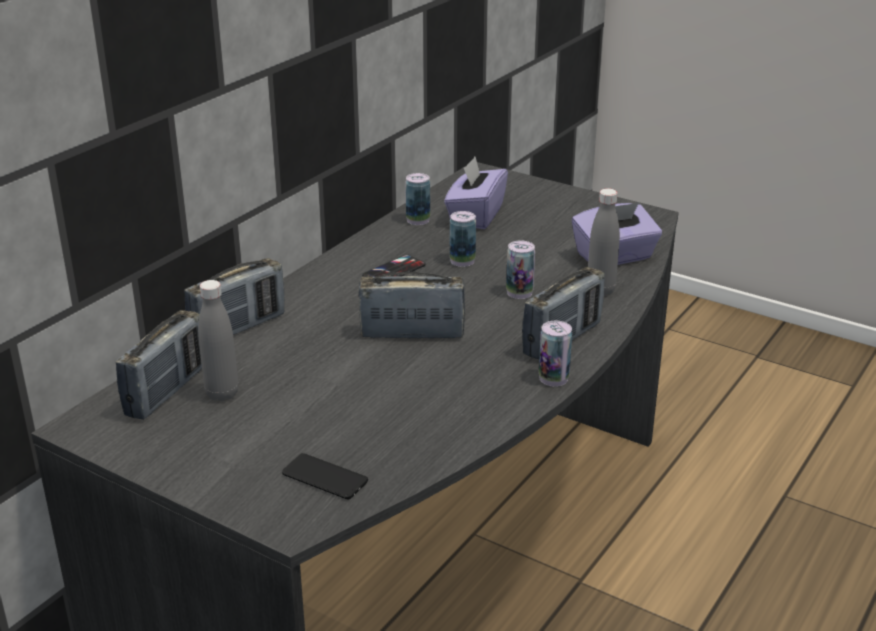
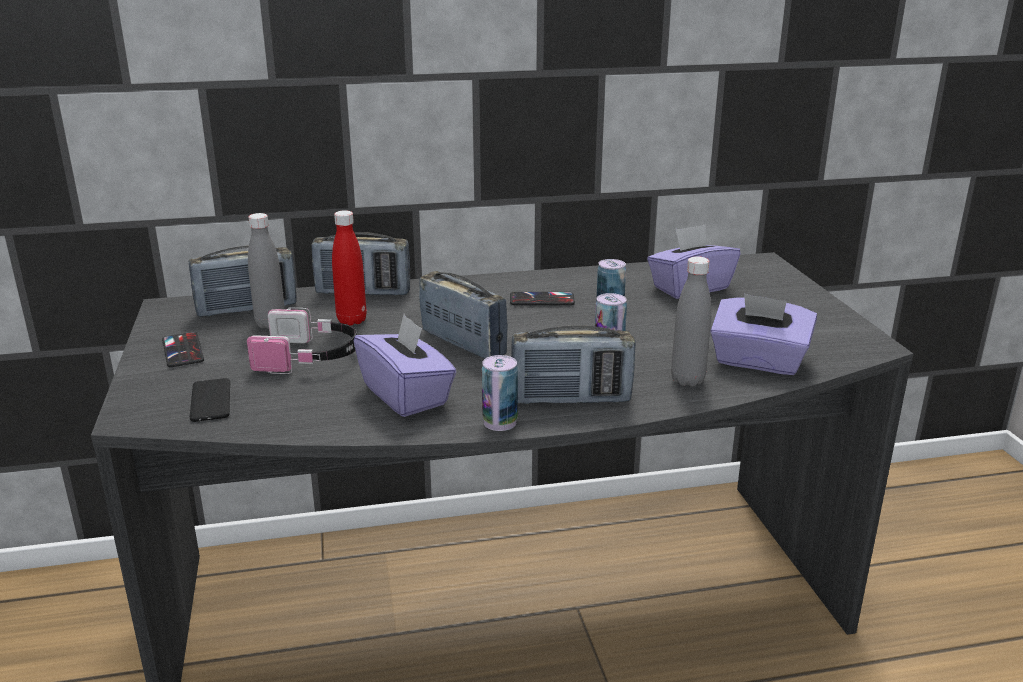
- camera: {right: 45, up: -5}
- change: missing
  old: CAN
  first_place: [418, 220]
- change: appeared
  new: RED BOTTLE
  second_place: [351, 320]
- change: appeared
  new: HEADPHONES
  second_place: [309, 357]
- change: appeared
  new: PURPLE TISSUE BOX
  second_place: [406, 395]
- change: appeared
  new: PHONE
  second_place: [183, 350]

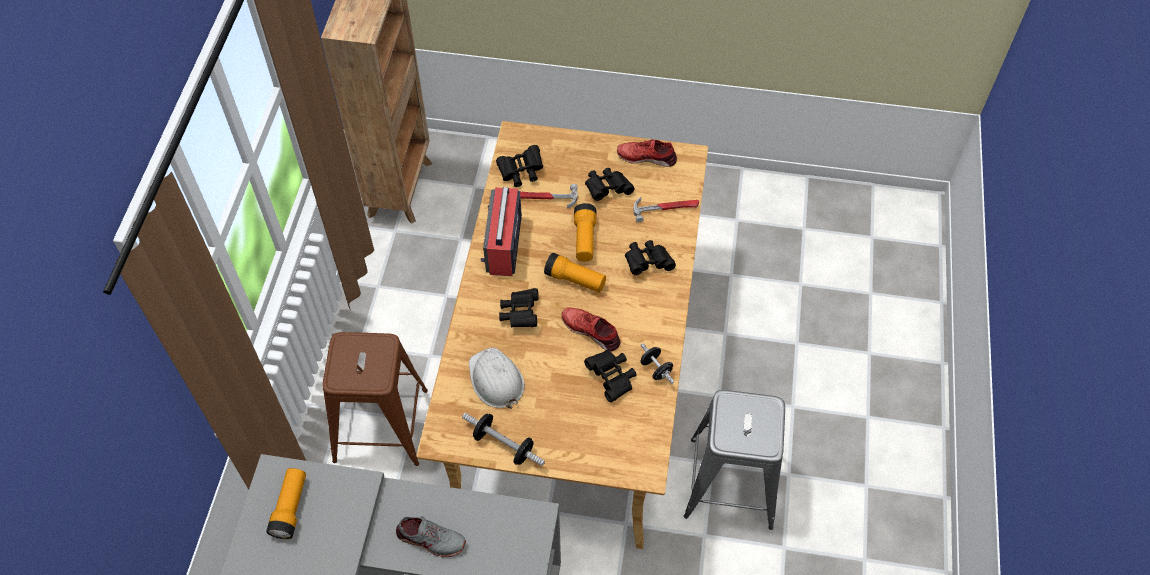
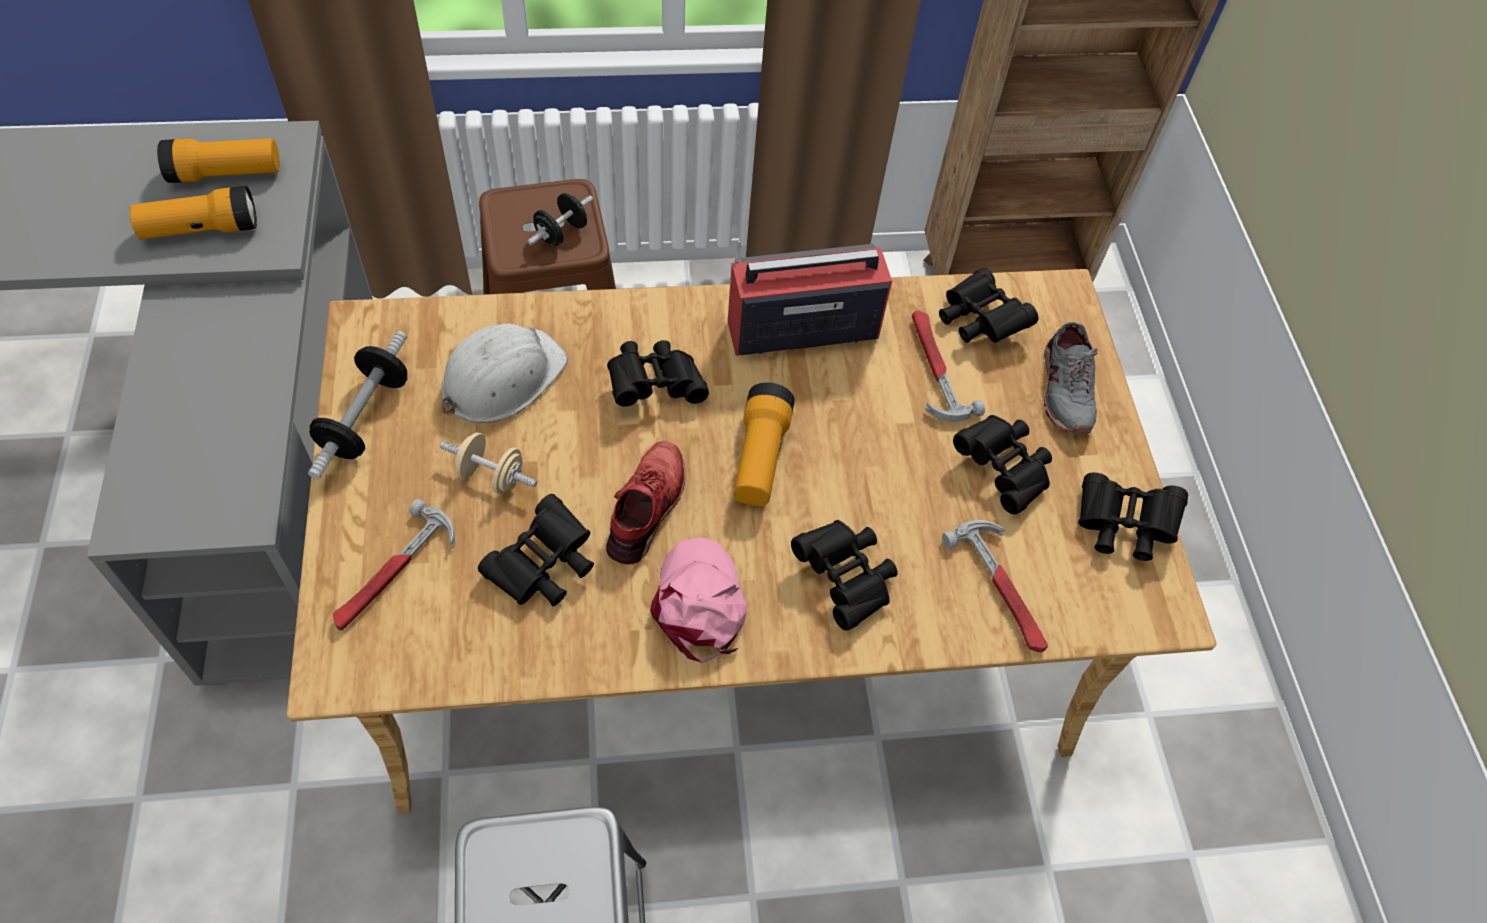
- camera: {right: 70, up: 0}
- change: exchanged
  old: RED SHOE
  new: BLACK BINOCULARS
  first_place: [646, 157]
  second_place: [1122, 526]
- change: relocated
  old: FLASHLIGHT
  first_place: [584, 239]
  second_place: [201, 229]
- change: relocated
  old: BLACK DUMBBELL
  first_place: [656, 369]
  second_place: [561, 233]
- change: relocated
  old: GREY SHOE
  first_place: [430, 540]
  second_place: [1065, 389]
- change: appeared
  new: BEIGE DUMBBELL
  second_place: [491, 476]
- change: appeared
  new: HAMMER
  second_place: [394, 573]
- change: appeared
  new: PINK CAP
  second_place: [699, 603]

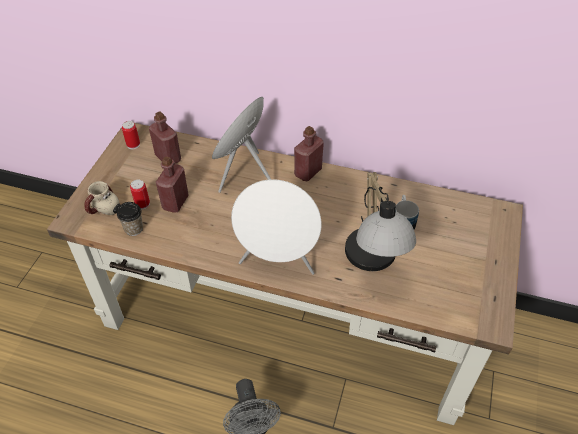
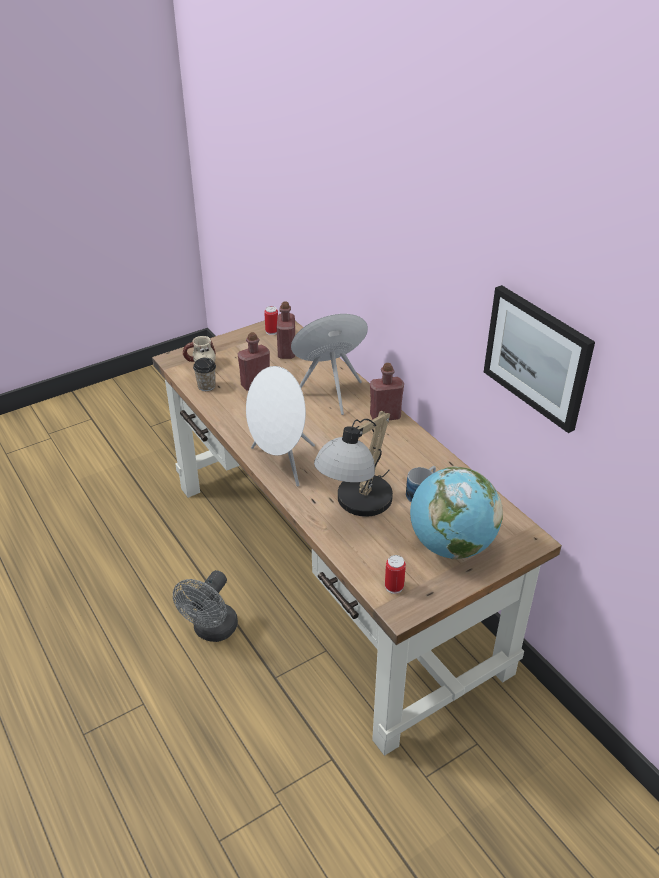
- camera: {right: 40, up: -10}
- change: relocated
  old: CAN
  first_place: [142, 204]
  second_place: [394, 586]
- change: appeared
  new: PICTURE
  second_place: [537, 356]
- change: appeared
  new: GLOBE
  second_place: [451, 545]

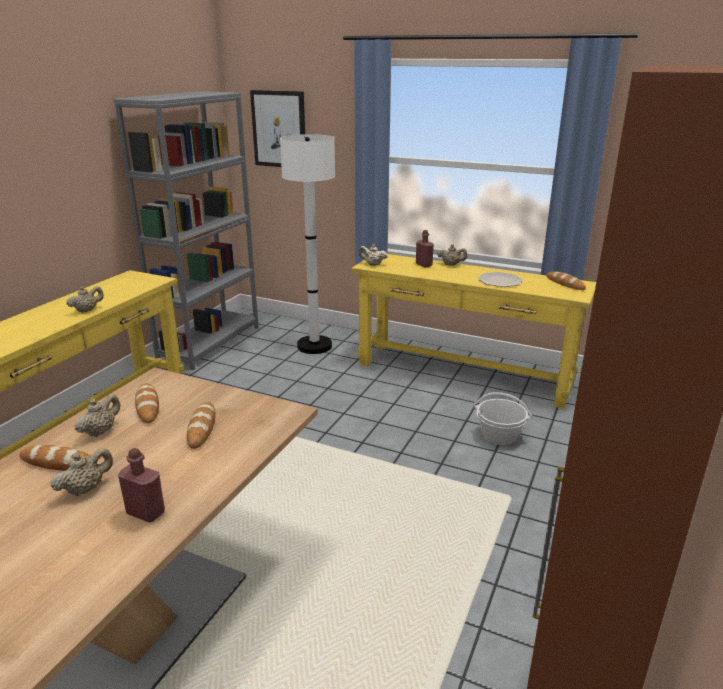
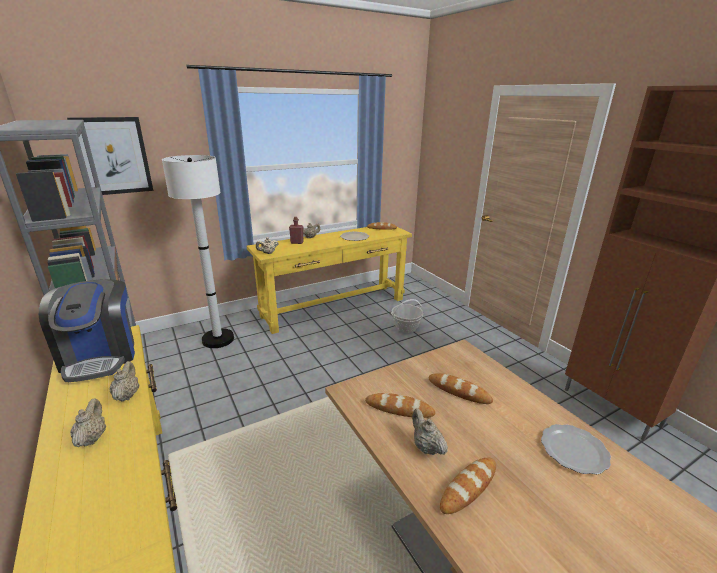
- camera: {right: -55, up: 0}
- change: relocated
  old: BEIGE TEAPOT
  first_place: [86, 489]
  second_place: [92, 438]
- change: exchanged
  old: RED BOTTLE
  new: PLATE
  first_place: [146, 513]
  second_place: [573, 450]
- change: appeared
  new: COFFEE MACHINE
  second_place: [100, 356]

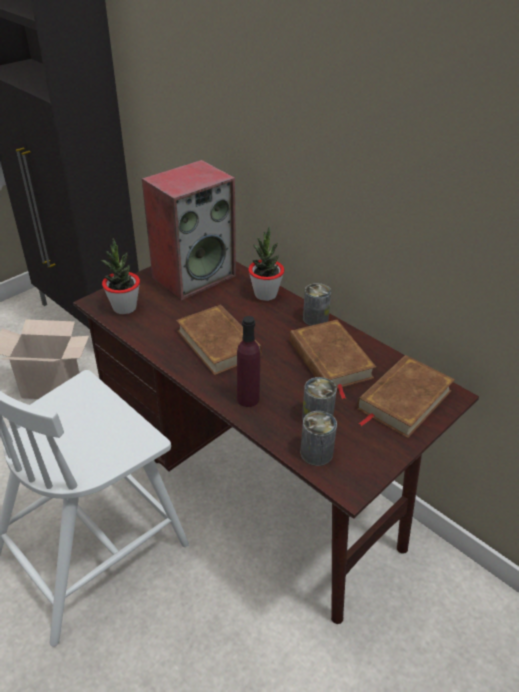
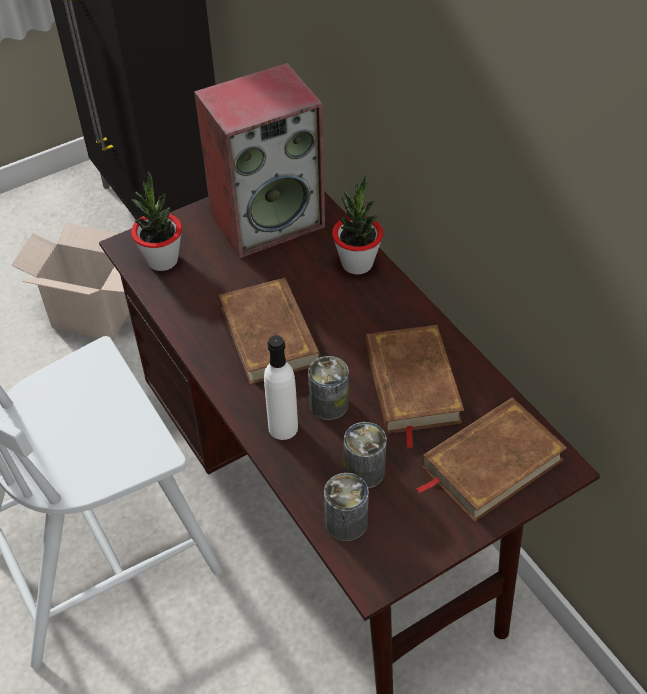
- camera: {right: 15, up: 10}
- change: relocated
  old: CAN
  first_place: [315, 319]
  second_place: [329, 404]
- change: colour
  old: PURPLE BOTTLE
  new: WHITE BOTTLE
  first_place: [248, 399]
  second_place: [283, 427]

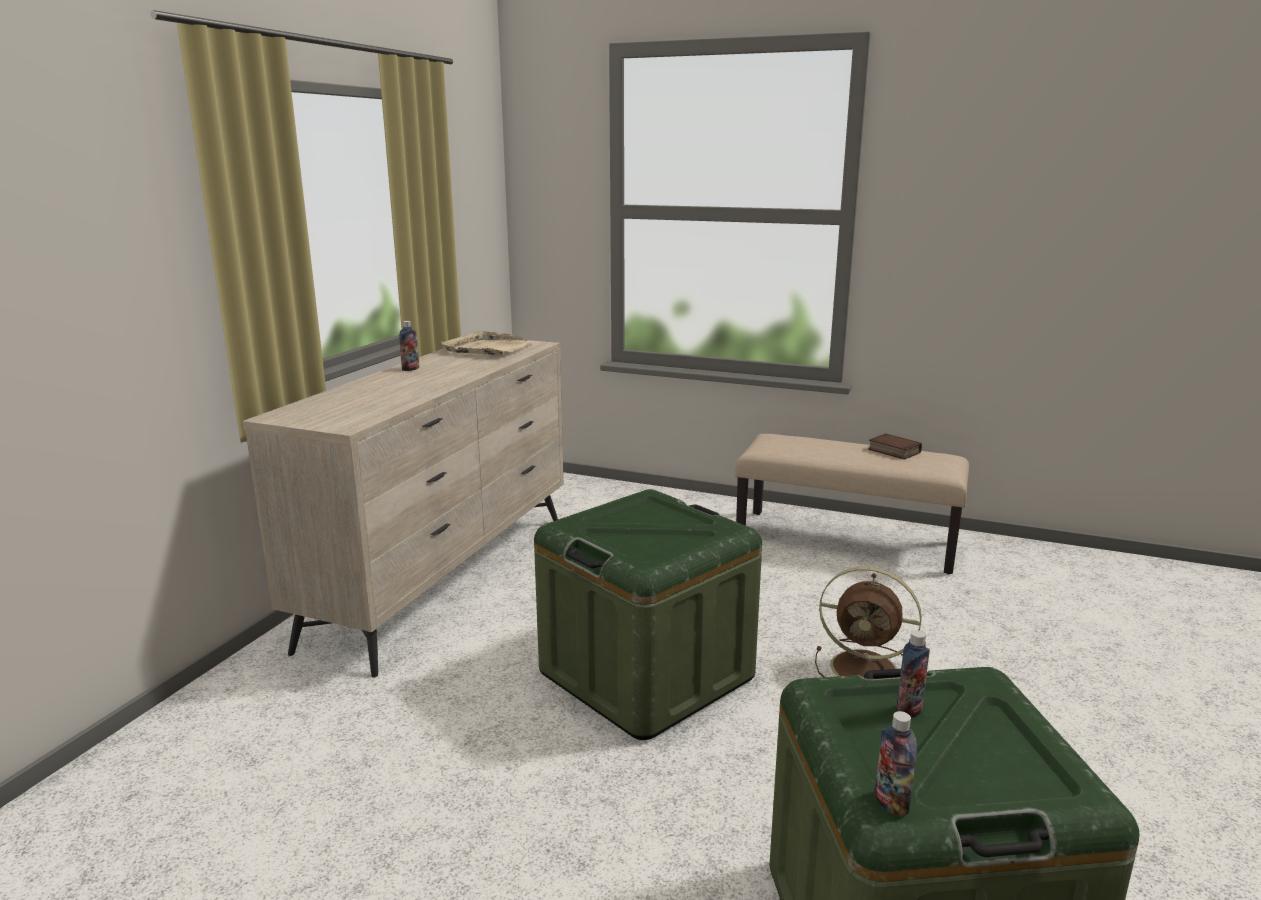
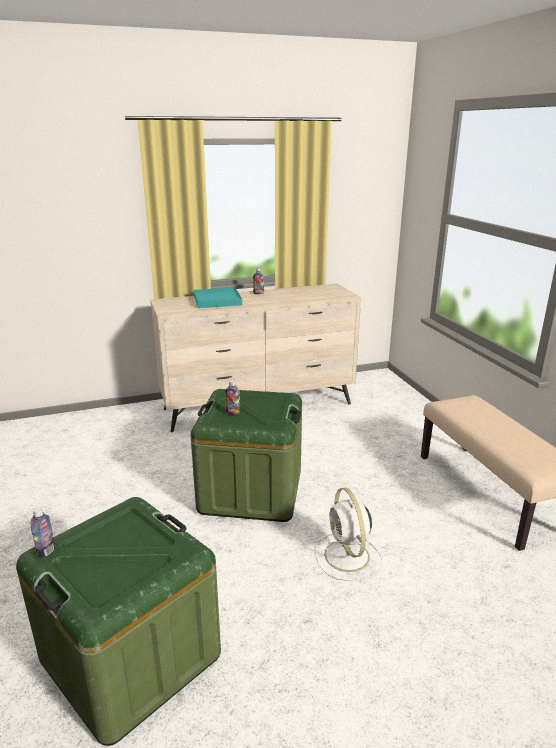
- camera: {right: 50, up: 5}
- change: missing
  old: BEIGE TRAY
  first_place: [489, 348]
- change: missing
  old: BOOK
  first_place: [892, 451]
- change: colour
  old: BROWN FAN
  new: WHITE FAN
  first_place: [867, 669]
  second_place: [347, 557]
- change: relocated
  old: BOTTLE
  first_place: [909, 710]
  second_place: [233, 412]
- change: appeared
  new: TURQUOISE TRAY
  second_place: [217, 300]

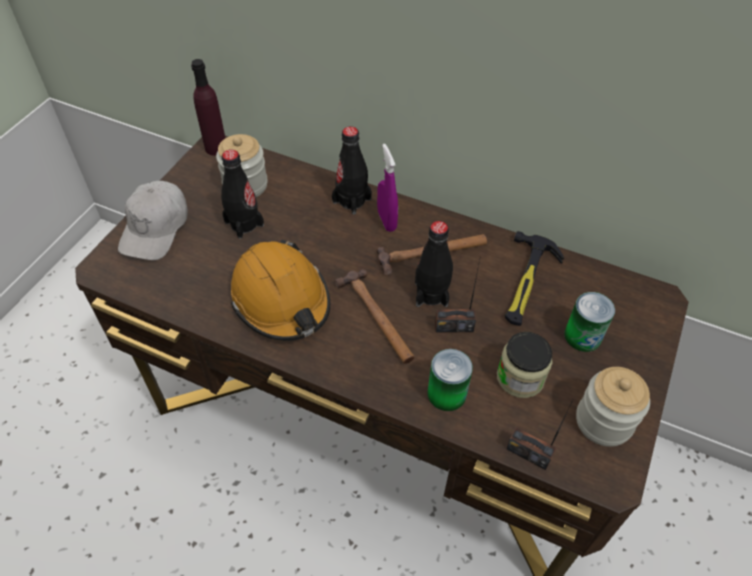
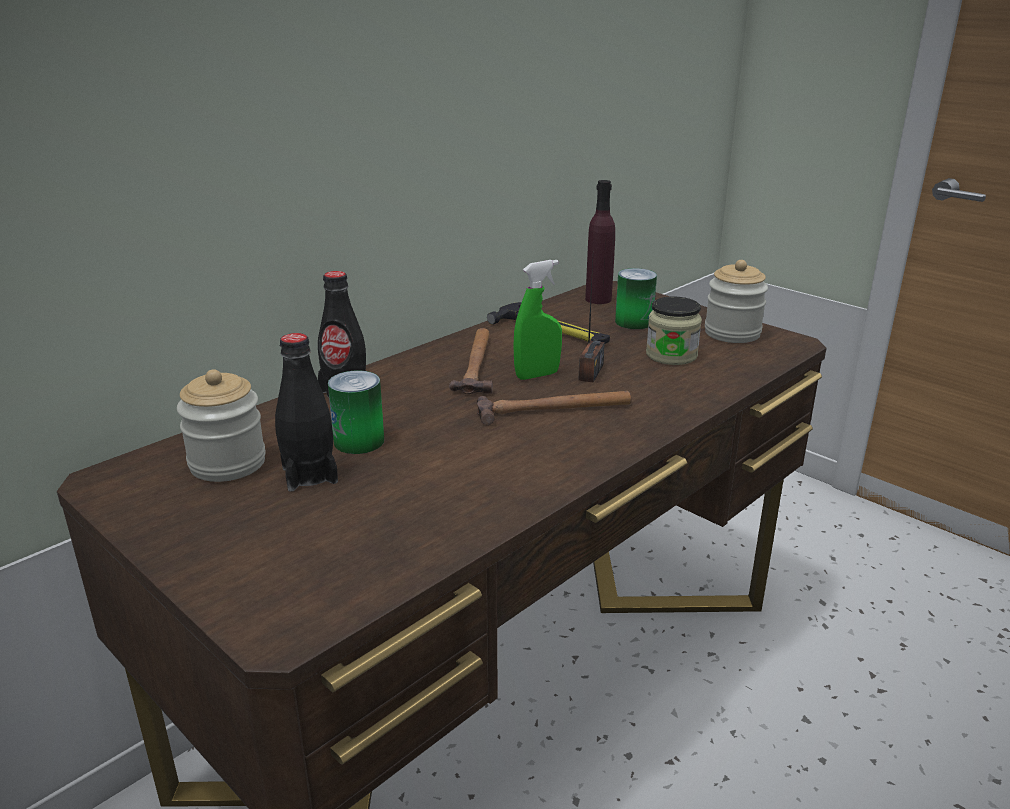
- camera: {right: -70, up: -25}
- change: relocated
  old: PURPLE BOTTLE
  first_place: [216, 148]
  second_place: [598, 299]
- change: missing
  old: PURPLE SPRAY BOTTLE
  first_place: [386, 221]
- change: missing
  old: WHITE CAP
  first_place: [156, 228]
- change: exchanged
  old: BLACK BOTTLE
  new: GREEN SPRAY BOTTLE
  first_place: [431, 294]
  second_place: [537, 375]
- change: missing
  old: ORANGE HARD HAT
  first_place: [281, 300]
- change: relocated
  old: CAN
  first_place: [446, 393]
  second_place: [359, 441]
- change: missing
  old: RADIO
  first_place: [528, 453]

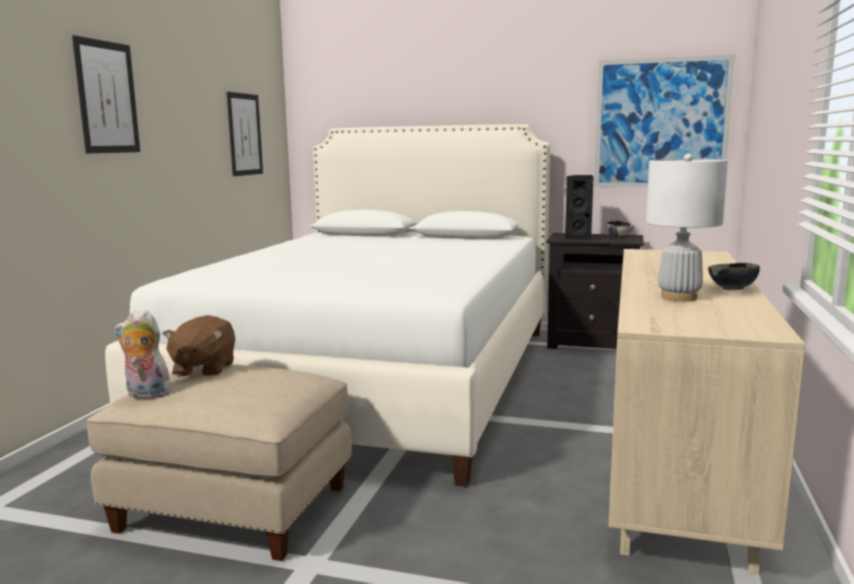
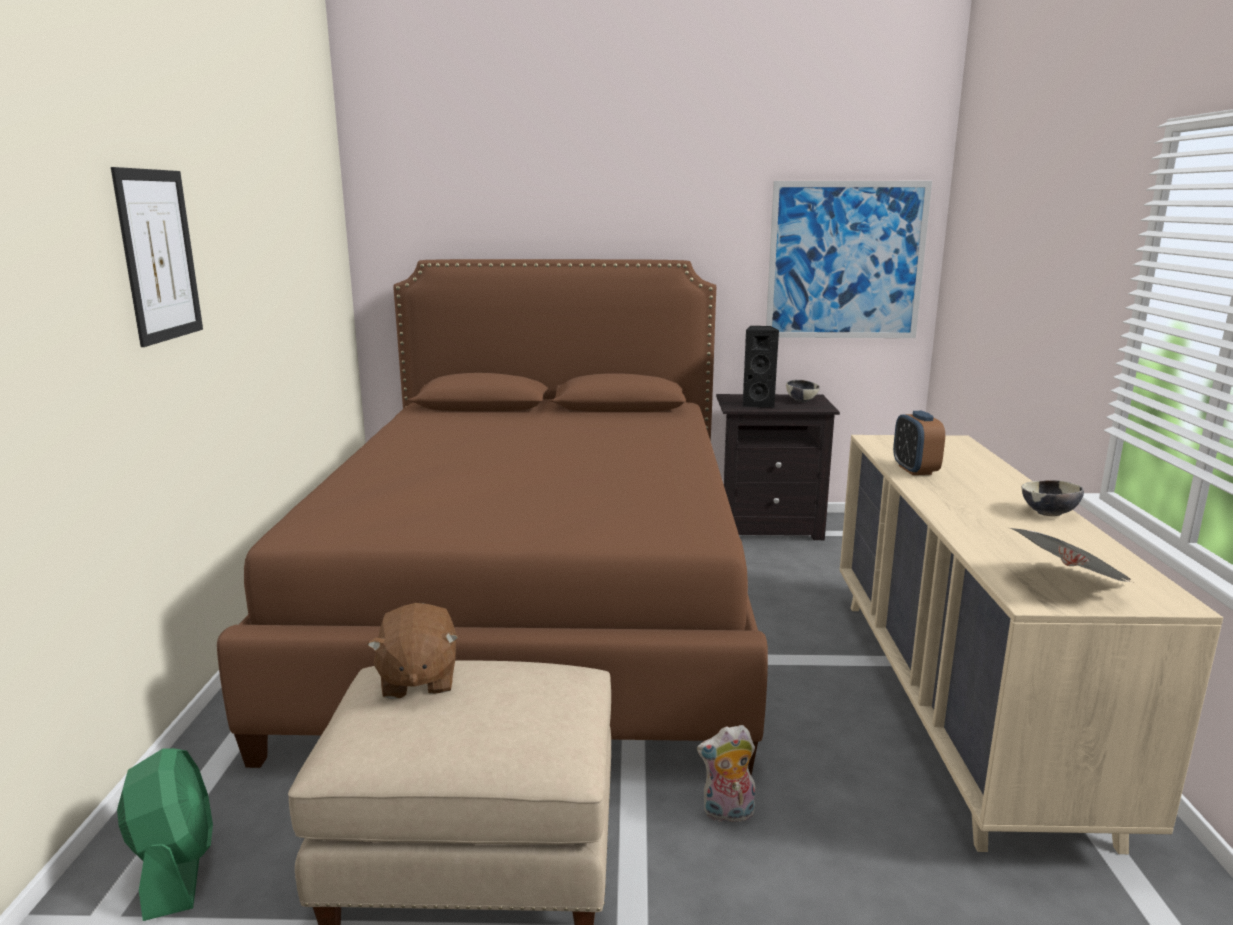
- camera: {right: -15, up: 5}
- change: missing
  old: PICTURE
  first_place: [244, 134]
- change: colour
  old: WHITE BED
  new: BROWN BED
  first_place: [376, 376]
  second_place: [538, 605]
- change: missing
  old: WHITE TABLE LAMP
  first_place: [678, 297]
- change: relocated
  old: PLUSH TOY
  first_place: [145, 395]
  second_place: [727, 814]
- change: appeared
  new: ALARM CLOCK
  second_place: [915, 470]
- change: appeared
  new: NEWSPAPER
  second_place: [1069, 586]
- change: appeared
  new: GREEN FAN
  second_place: [176, 868]

